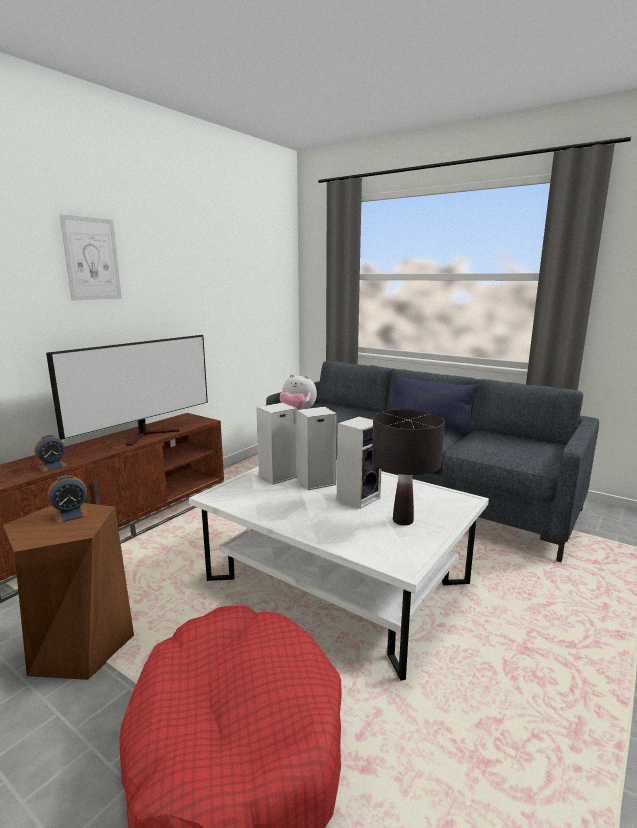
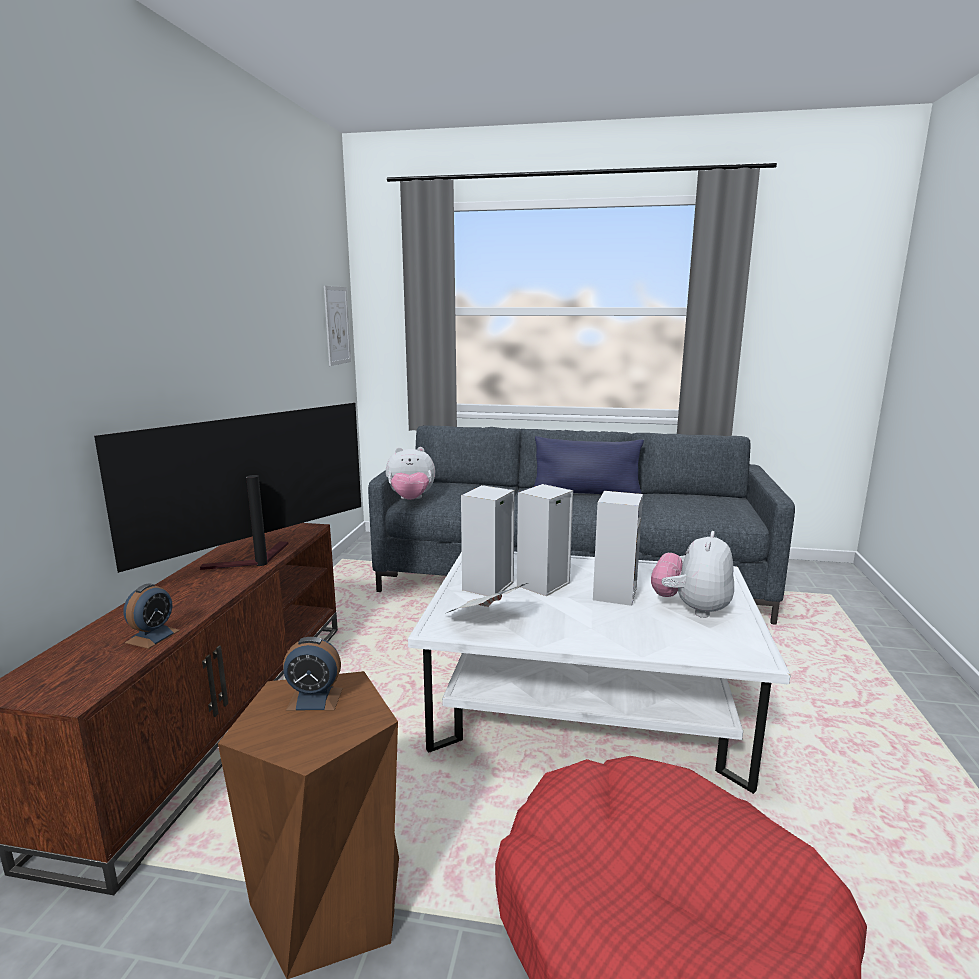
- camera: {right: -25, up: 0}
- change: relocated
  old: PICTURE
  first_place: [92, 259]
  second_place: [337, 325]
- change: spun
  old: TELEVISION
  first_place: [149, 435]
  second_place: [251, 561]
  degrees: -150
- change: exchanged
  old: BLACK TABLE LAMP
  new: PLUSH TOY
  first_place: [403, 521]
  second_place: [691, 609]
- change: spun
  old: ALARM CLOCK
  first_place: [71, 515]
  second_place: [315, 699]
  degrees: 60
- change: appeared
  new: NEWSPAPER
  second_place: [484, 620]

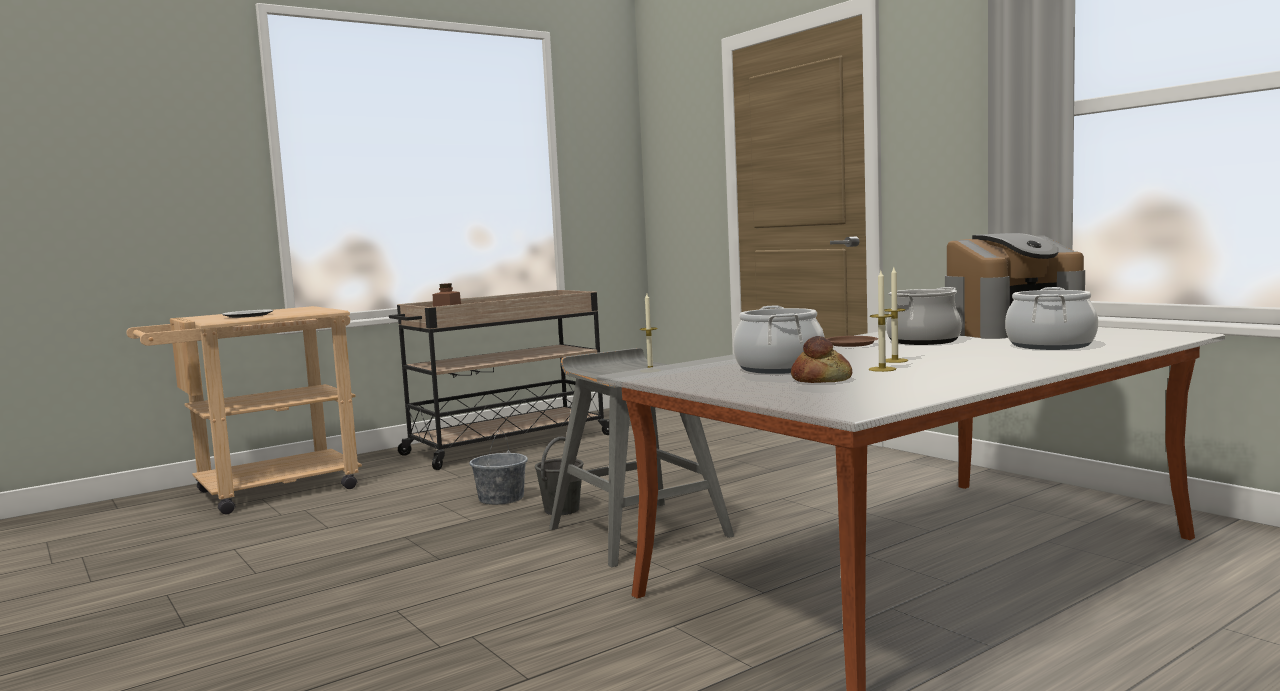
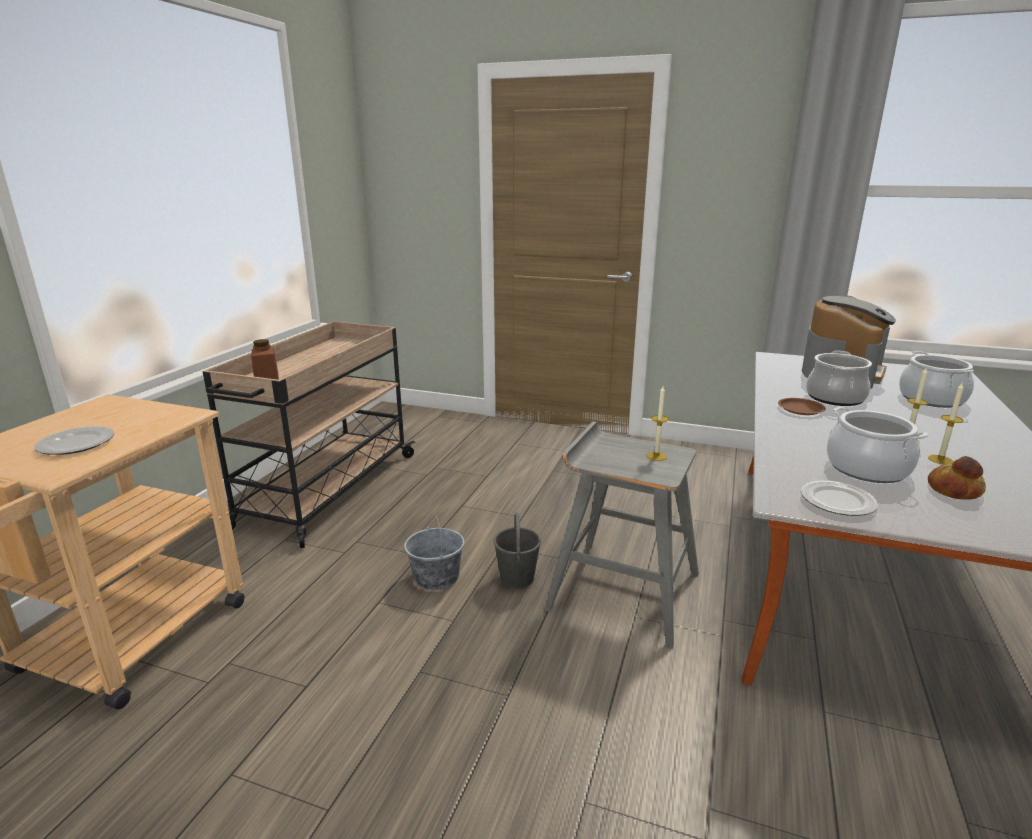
- camera: {right: -35, up: 15}
- change: appeared
  new: PLATE
  second_place: [838, 502]

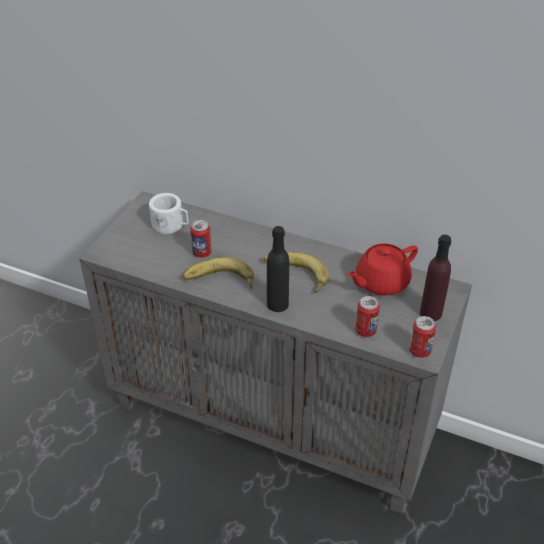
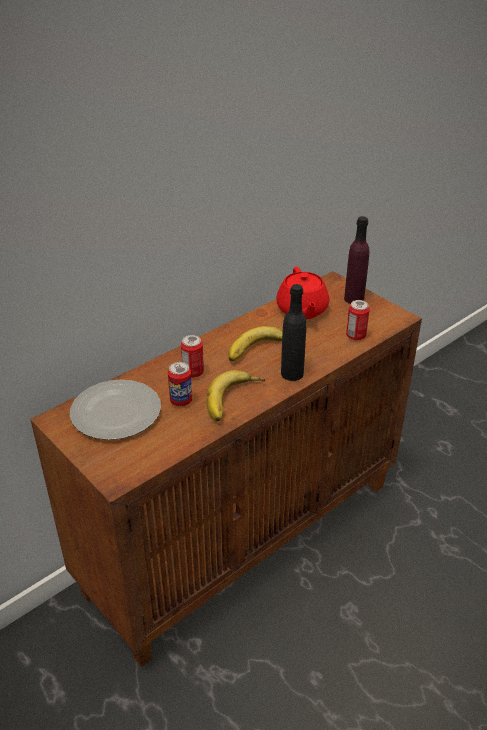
- camera: {right: -65, up: -5}
- change: colour
  old: GREY CABINET
  new: BROWN CABINET
  first_place: [274, 421]
  second_place: [243, 534]
- change: exchanged
  old: WHITE MUG
  new: PLATE
  first_place: [171, 225]
  second_place: [116, 411]
- change: relocated
  old: CAN
  first_place: [420, 351]
  second_place: [193, 373]

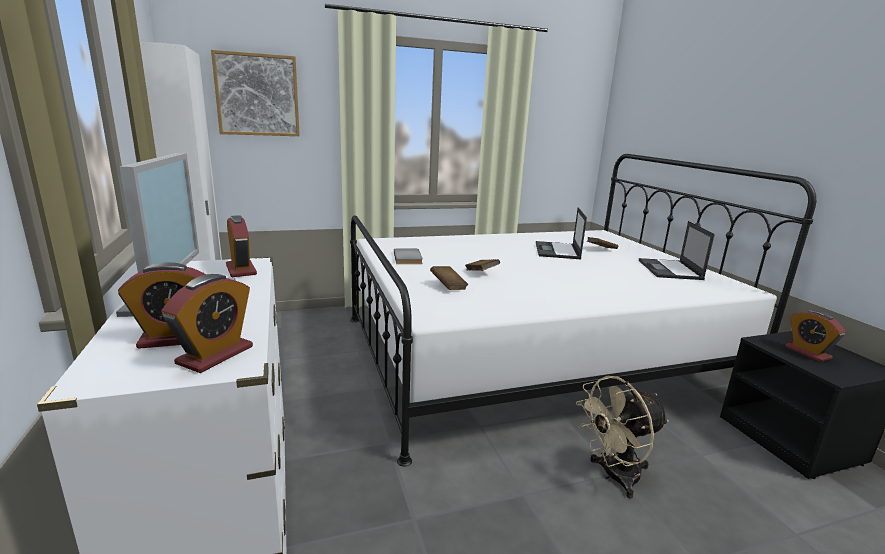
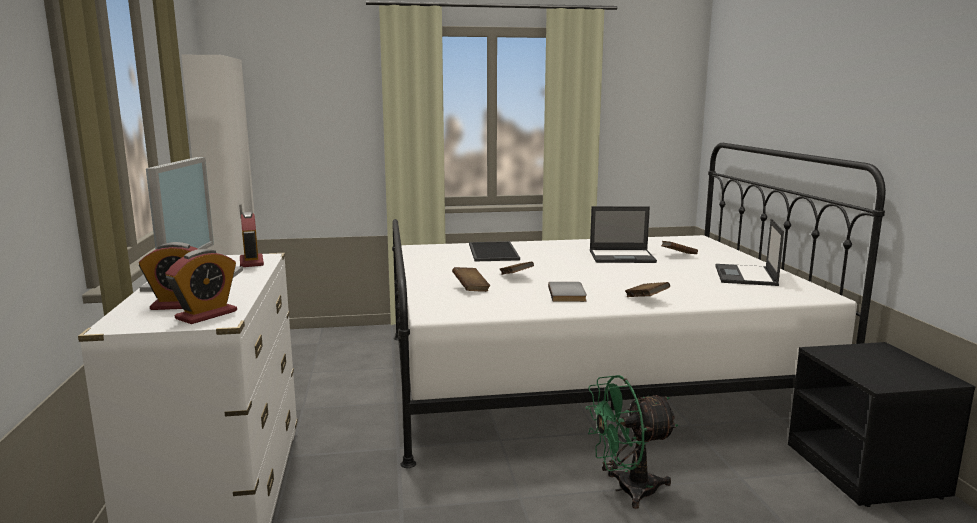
- camera: {right: 10, up: -5}
- change: missing
  old: PICTURE
  first_place: [257, 95]
- change: spun
  old: LAPTOP
  first_place: [557, 251]
  second_place: [622, 257]
  degrees: -105
- change: relocated
  old: GREY BOOK
  first_place: [409, 258]
  second_place: [568, 294]
- change: missing
  old: ALARM CLOCK
  first_place: [807, 353]
- change: colour
  old: BEIGE FAN
  new: GREEN FAN
  first_place: [613, 476]
  second_place: [627, 490]
- change: appeared
  new: TRAY
  second_place: [492, 252]
- change: appeared
  new: BROWN BOOK
  second_place: [646, 299]

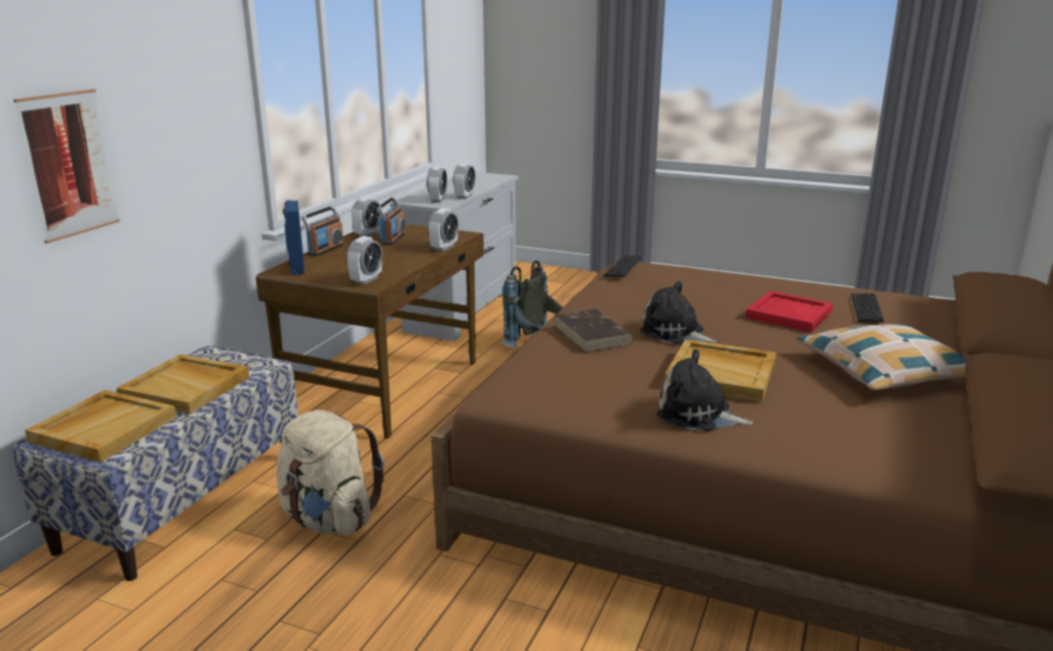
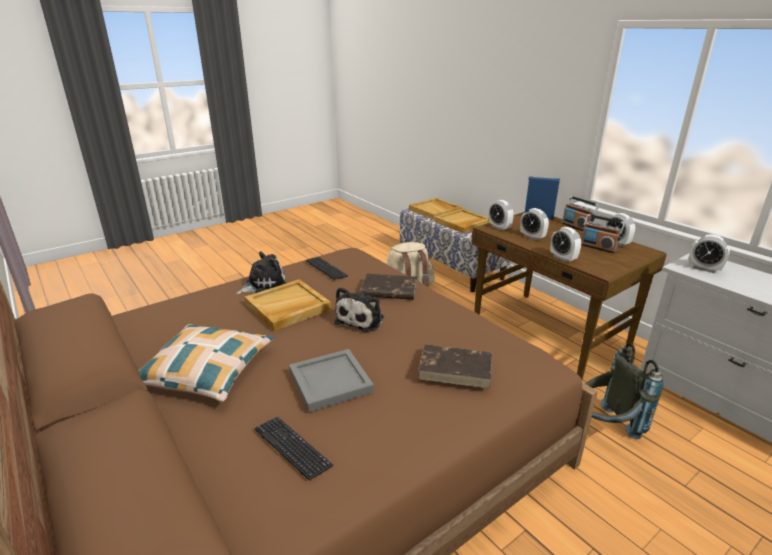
- camera: {right: 120, up: 5}
- change: missing
  old: PICTURE
  first_place: [69, 164]
- change: relocated
  old: ALARM CLOCK
  first_place: [464, 196]
  second_place: [532, 237]
- change: relocated
  old: KEYBOARD
  first_place: [623, 268]
  second_place: [326, 269]
- change: spun
  old: PLUSH TOY
  first_place: [675, 333]
  second_place: [361, 319]
  degrees: 135
- change: colour
  old: RED TRAY
  new: GREY TRAY
  first_place: [790, 315]
  second_place: [330, 382]
- change: appeared
  new: BROWN BOOK
  second_place: [456, 368]

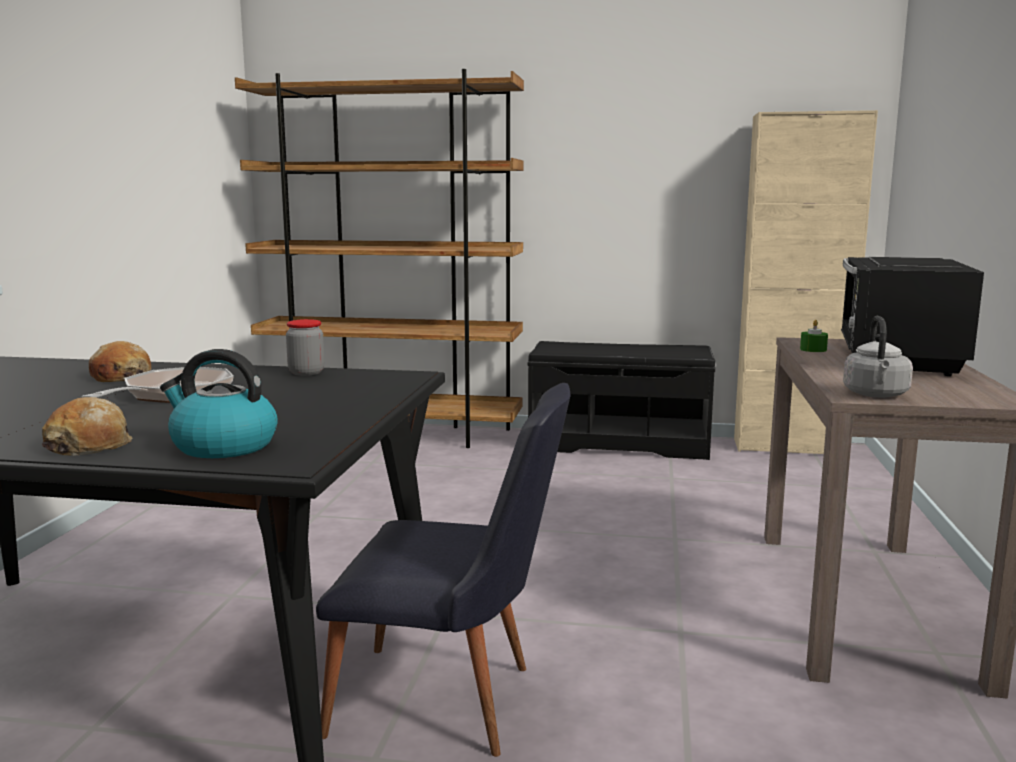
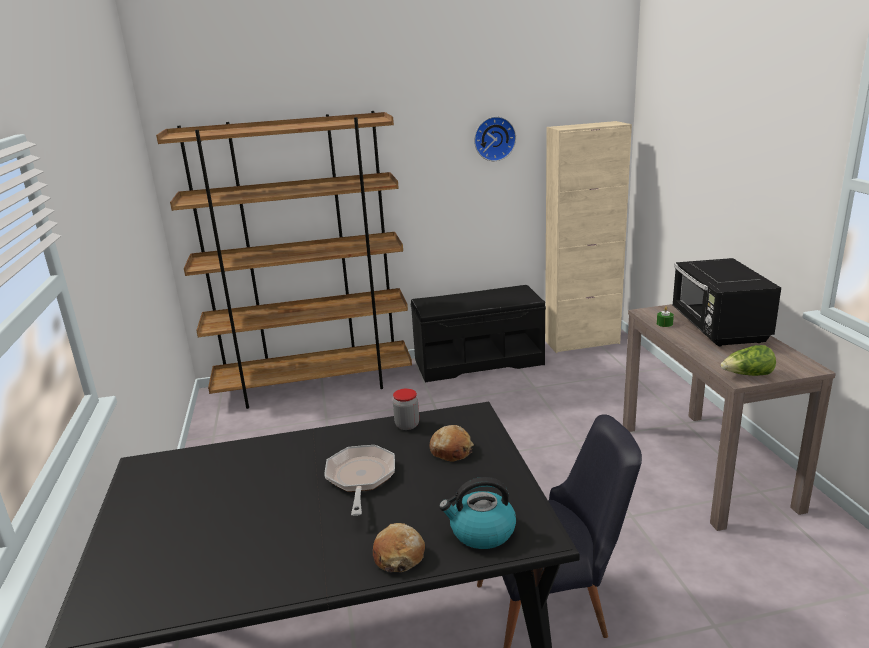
- camera: {right: -20, up: 10}
- change: exchanged
  old: GREY KETTLE
  new: LETTUCE
  first_place: [876, 395]
  second_place: [747, 375]
- change: relocated
  old: BREAD
  first_place: [120, 376]
  second_place: [451, 450]
- change: appeared
  new: WALL CLOCK
  second_place: [494, 138]

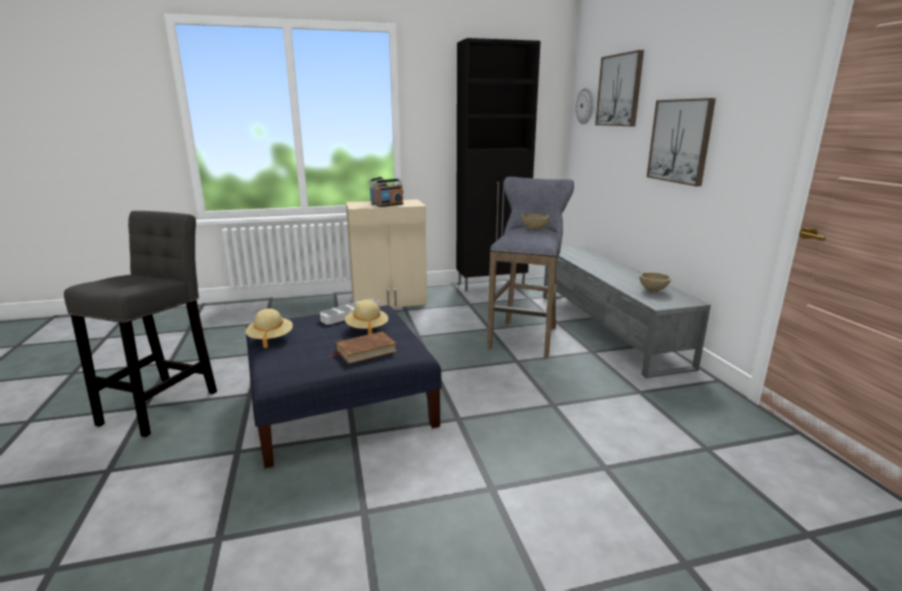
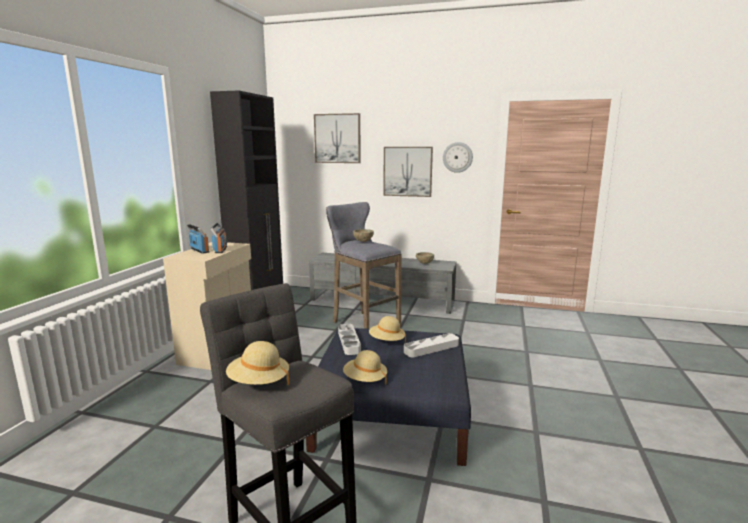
- camera: {right: -60, up: -5}
- change: relocated
  old: WALL CLOCK
  first_place: [585, 106]
  second_place: [457, 157]
- change: exchanged
  old: BROWN BOOK
  new: GREY TRAY
  first_place: [365, 351]
  second_place: [431, 348]
- change: appeared
  new: BEIGE HAT
  second_place: [259, 382]

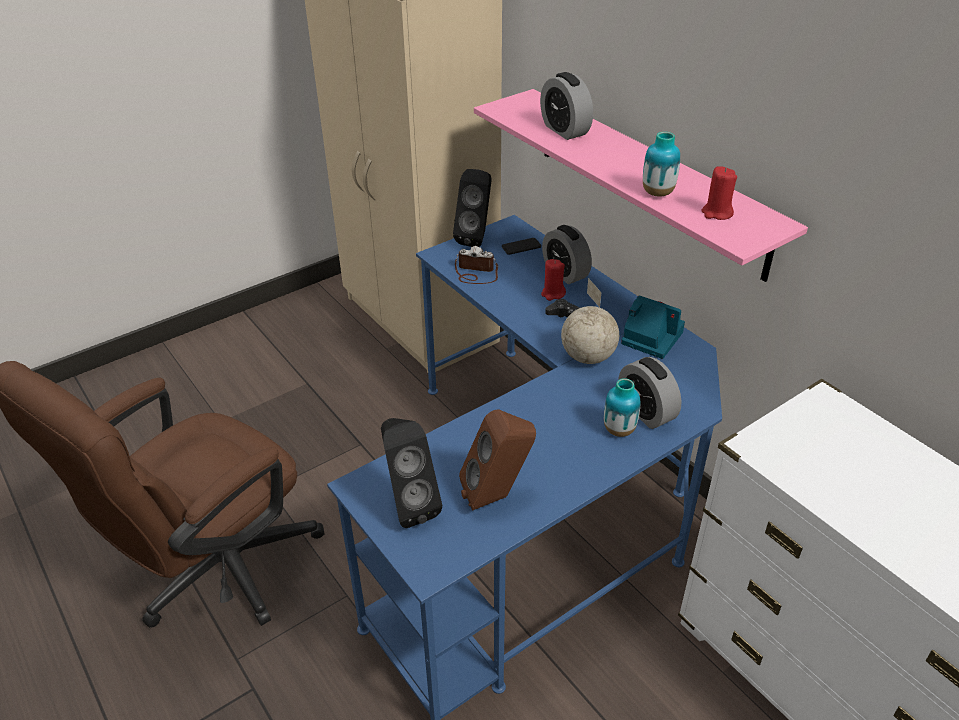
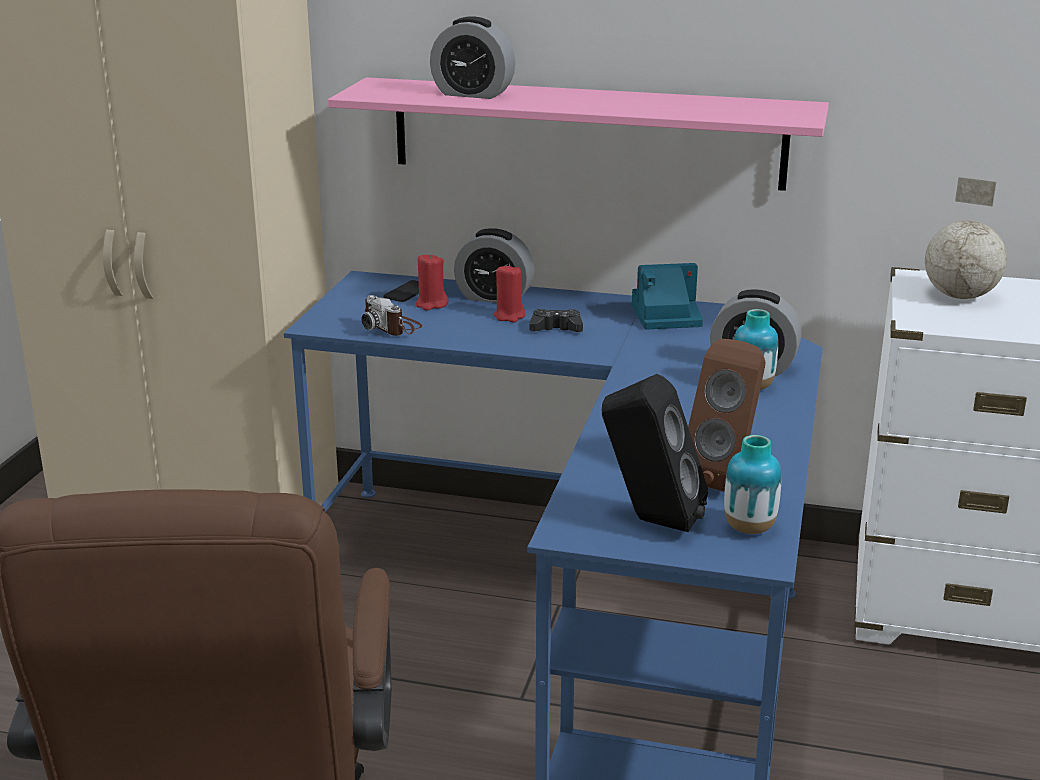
- camera: {right: -40, up: -15}
- change: relocated
  old: VASE
  first_place: [657, 193]
  second_place: [749, 528]
- change: relocated
  old: RED CANDLE
  first_place: [716, 213]
  second_place: [431, 304]
- change: missing
  old: BLACK SPEAKER
  first_place: [476, 238]
- change: spun
  old: PHOTO CAMERA
  first_place: [475, 273]
  second_place: [392, 327]
  degrees: -105
- change: relocated
  old: GLOBE
  first_place: [588, 357]
  second_place: [959, 296]

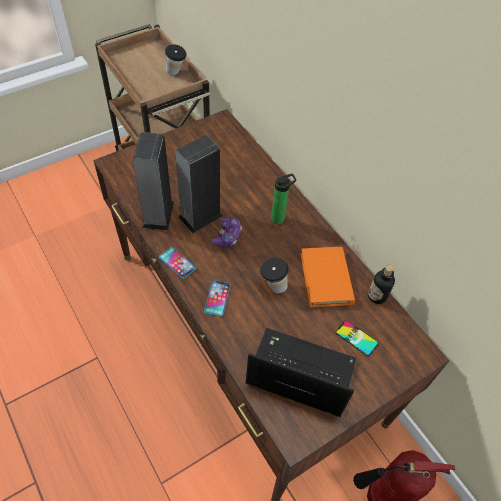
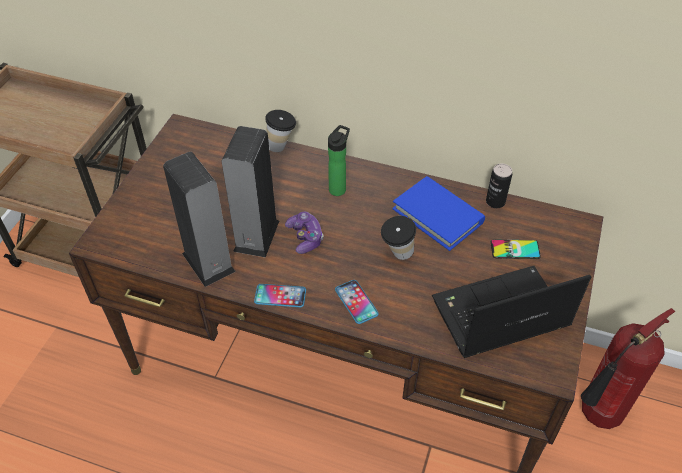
- camera: {right: -35, up: -5}
- change: relocated
  old: CUP
  first_place: [176, 72]
  second_place: [281, 146]
- change: colour
  old: ORANGE BOOK
  new: BLUE BOOK
  first_place: [326, 279]
  second_place: [437, 215]
- change: exchanged
  old: BOTTLE
  new: CAN
  first_place: [377, 296]
  second_place: [495, 202]

